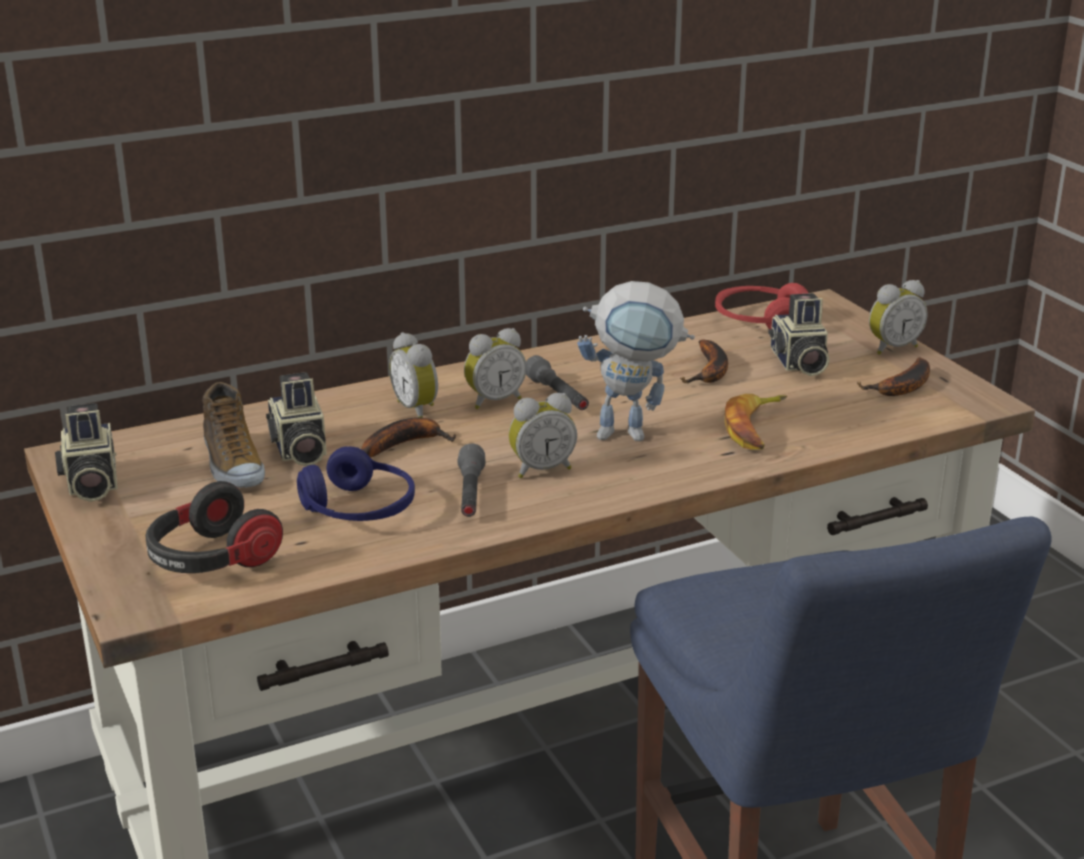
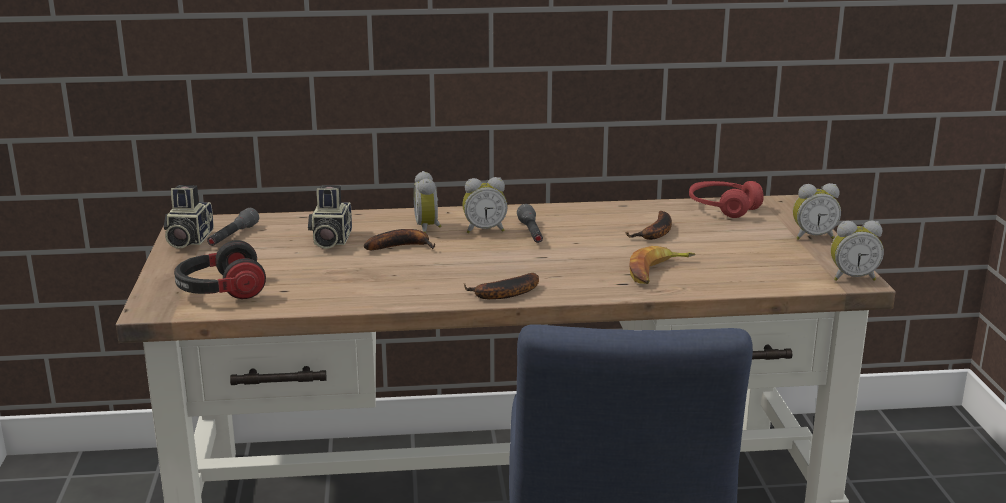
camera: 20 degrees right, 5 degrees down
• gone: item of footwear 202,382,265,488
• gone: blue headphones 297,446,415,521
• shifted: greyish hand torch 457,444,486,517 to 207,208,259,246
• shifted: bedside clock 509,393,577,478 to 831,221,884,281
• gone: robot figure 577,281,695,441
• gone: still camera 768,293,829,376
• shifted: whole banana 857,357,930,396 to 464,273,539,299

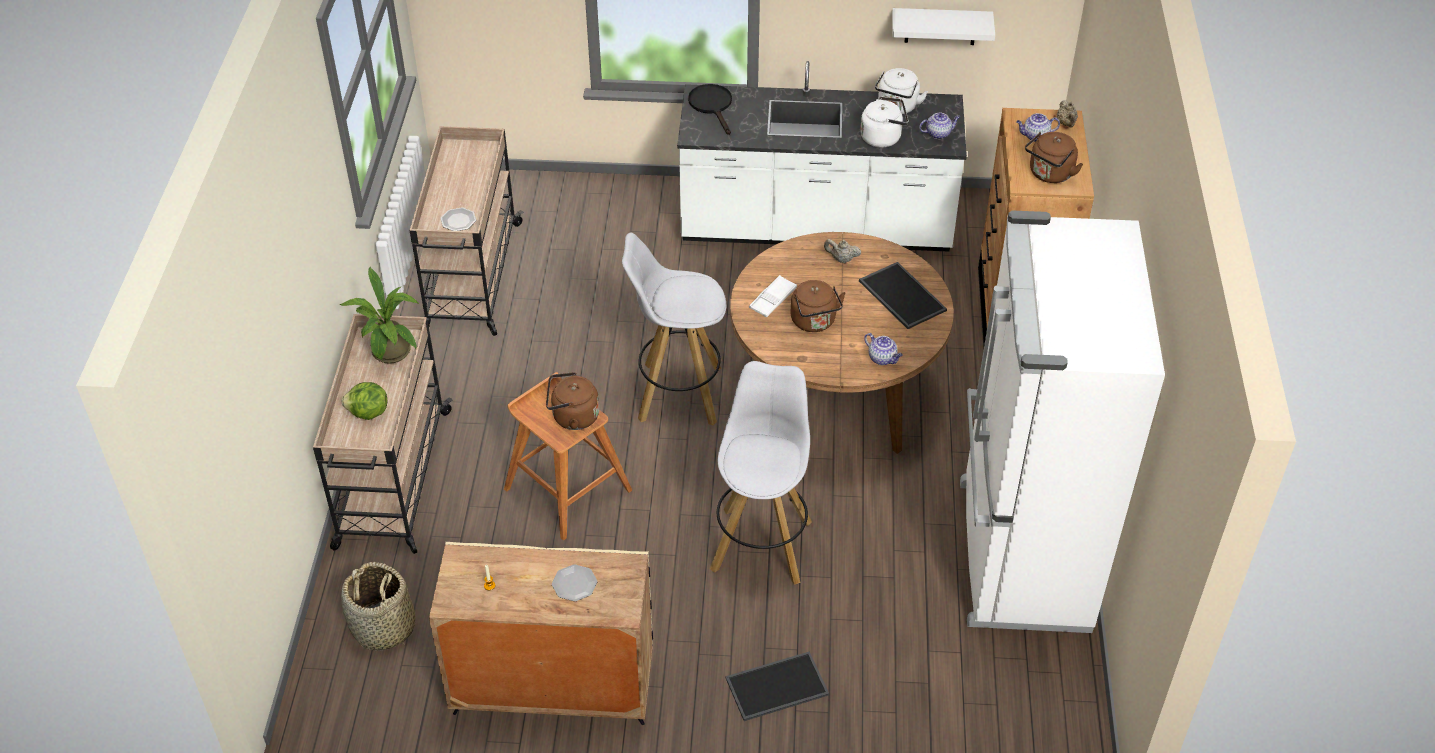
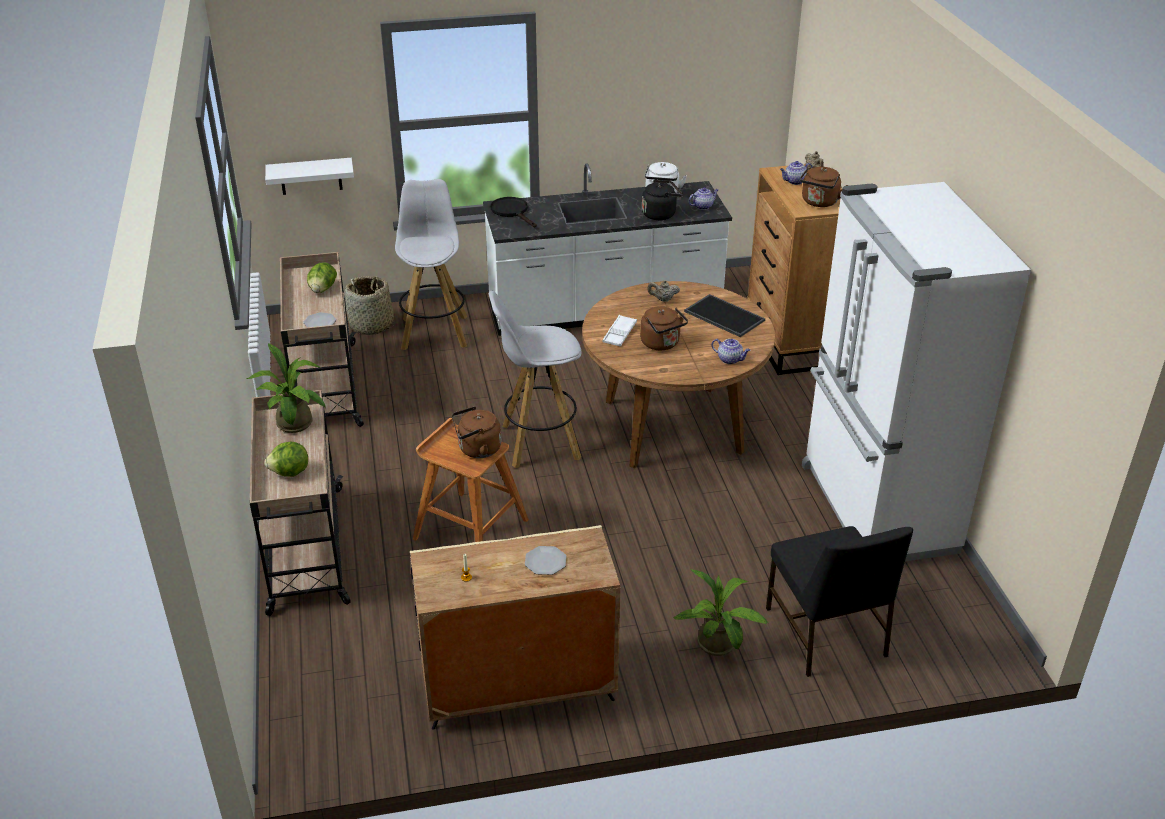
camera: 15 degrees left, 10 degrees down
• shifted: household basket 341,562,416,651 to 345,276,394,335
• shifted: white stool seat 710,361,812,585 to 395,179,467,350
• swapped: serving tray 726,651,829,721 to potted plant 673,568,768,656
• repainted: white water kettle 860,96,908,148 to blackish water kettle 642,180,683,220
• shifted: white shelf 892,8,995,45 to 265,158,354,195
• new: head of lettuce 307,262,337,293
• new: blackish upright chair 766,526,913,677

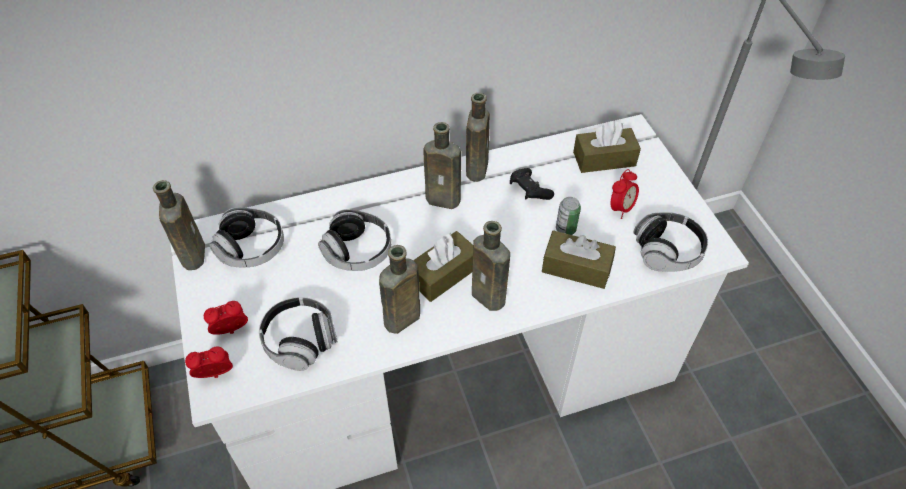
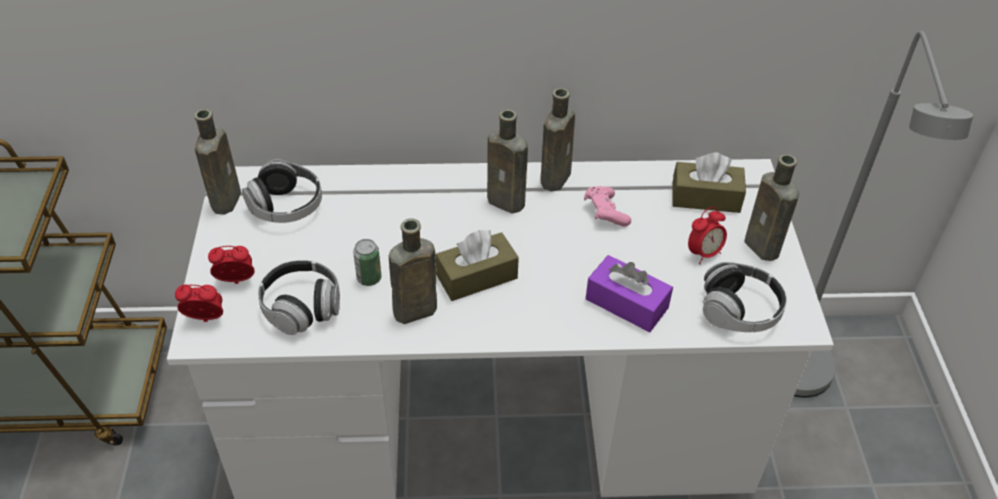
camera: 15 degrees right, 5 degrees down
• gone: headphones 318,209,391,271
• shifted: brown-coloured bottle 472,221,510,311 to 745,154,799,261
• repainted: blackish joypad 510,168,554,200 to pink-coloured joypad 584,186,631,227
• repainted: brown-coloured tissue box 542,230,616,289 to purple-coloured tissue box 586,255,673,332
• shifted: sealed can 556,197,581,235 to 353,239,381,286

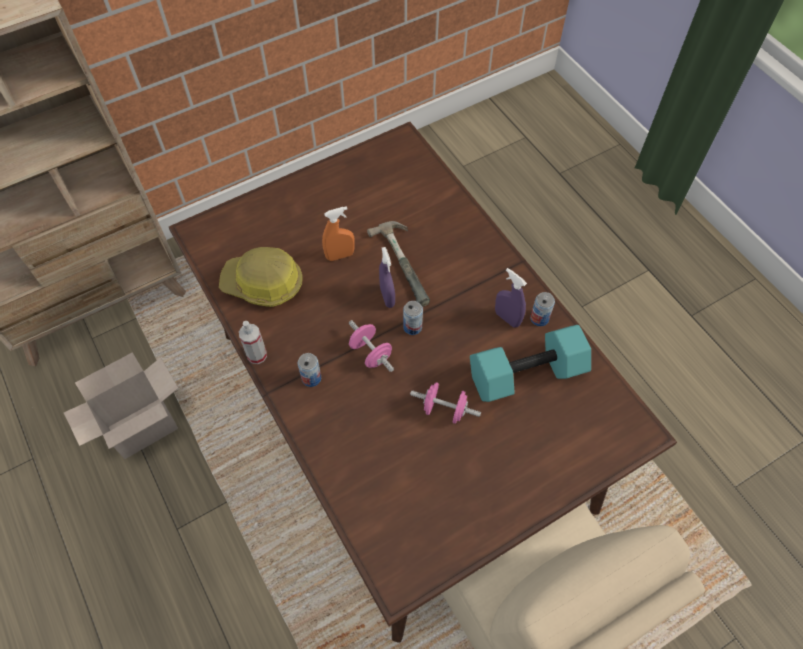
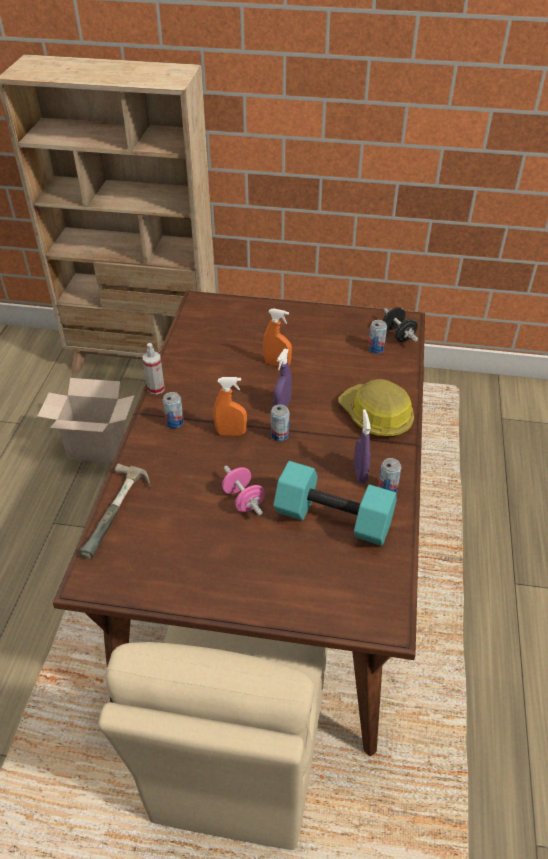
camera: 40 degrees right, 15 degrees down
• shifted: hard hat 219,247,303,307 to 338,379,414,437
• swapped: pink-coloured free weight 349,320,394,372 to orange hand sprayer 214,377,247,436
• shifted: tool hammer 367,221,430,307 to 80,463,150,559
• new: sealed can 368,320,387,354
• new: blackish free weight 383,307,418,342

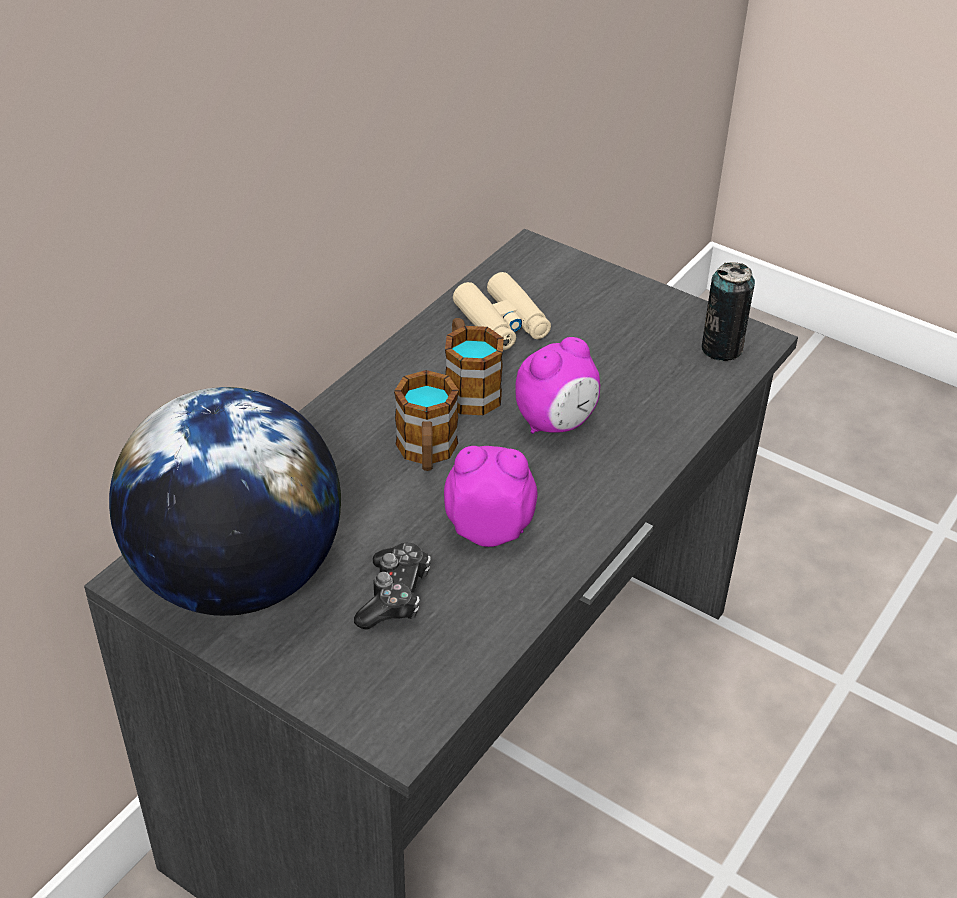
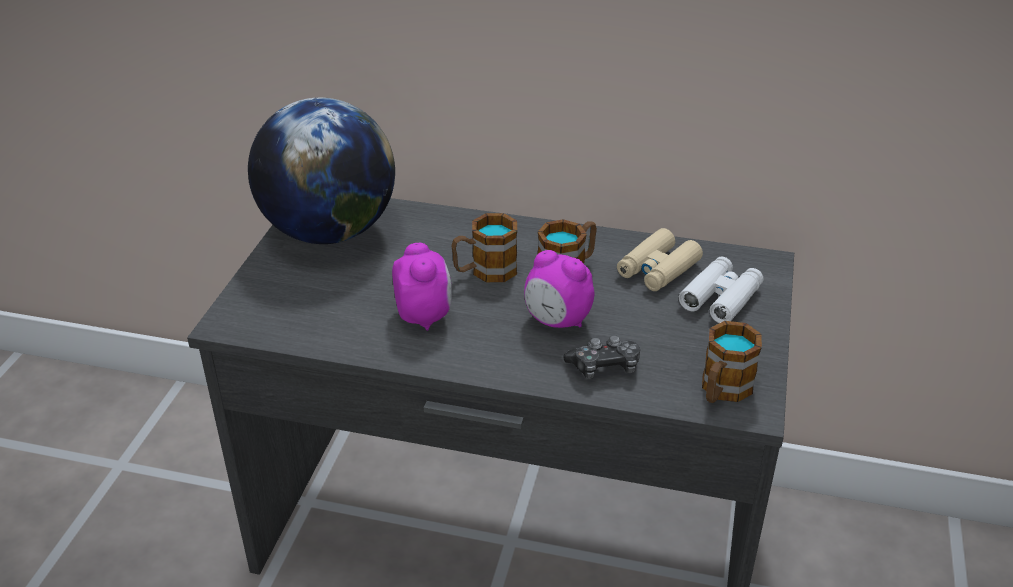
camera: 70 degrees right, 5 degrees down
• shifted: joypad 354,543,431,630 to 563,335,640,379
• swapped: sealed can 702,262,755,361 to mug 702,321,762,403
• new: white binoculars 679,257,763,323

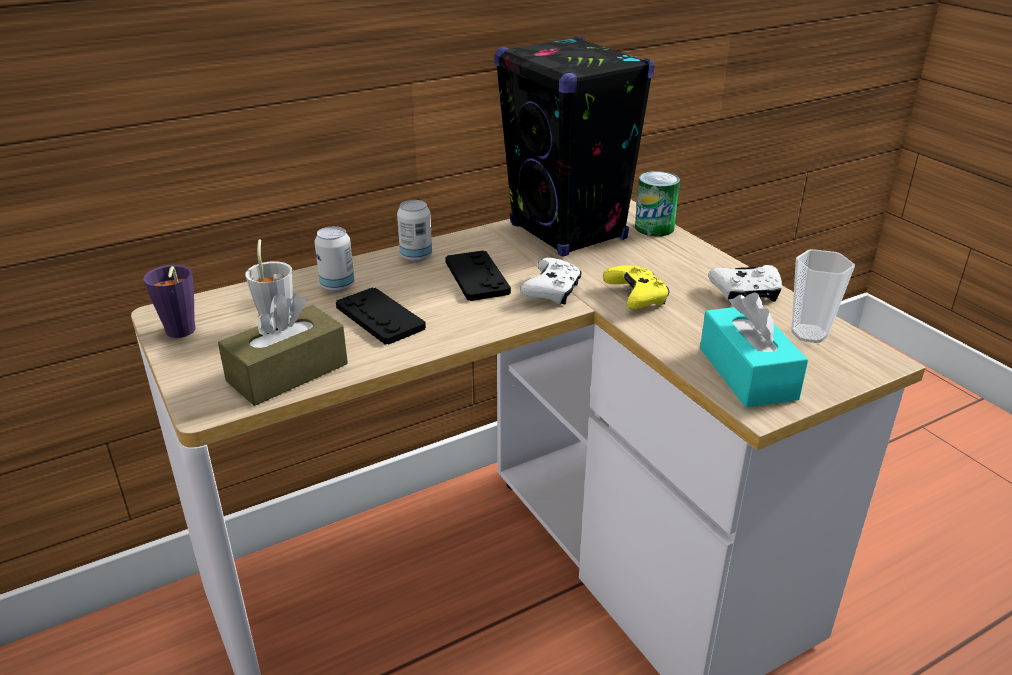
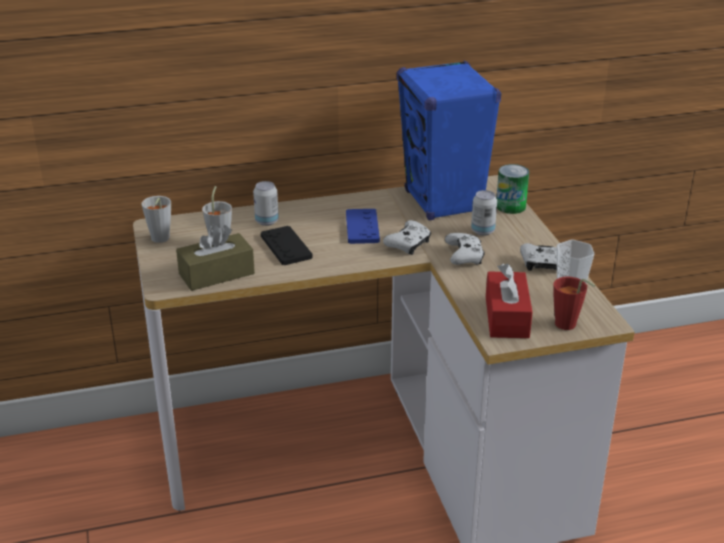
camera: 15 degrees right, 0 degrees up
• repainted: purple-coloured small cup 143,265,195,338 to greyish small cup 141,196,171,243
• shifted: sealed can 397,200,432,262 to 471,190,497,236
• repainted: blackish joypad 445,250,511,301 to blue joypad 346,209,380,244
• repainted: blackish speaker 494,36,654,257 to blue speaker 397,61,501,220
• repainted: yellow-coloured joypad 603,265,670,309 to white joypad 445,233,485,265
• repainted: turquoise tissue box 700,292,808,407 to red-coloured tissue box 486,263,533,338
• new: red-coloured small cup 553,277,595,330

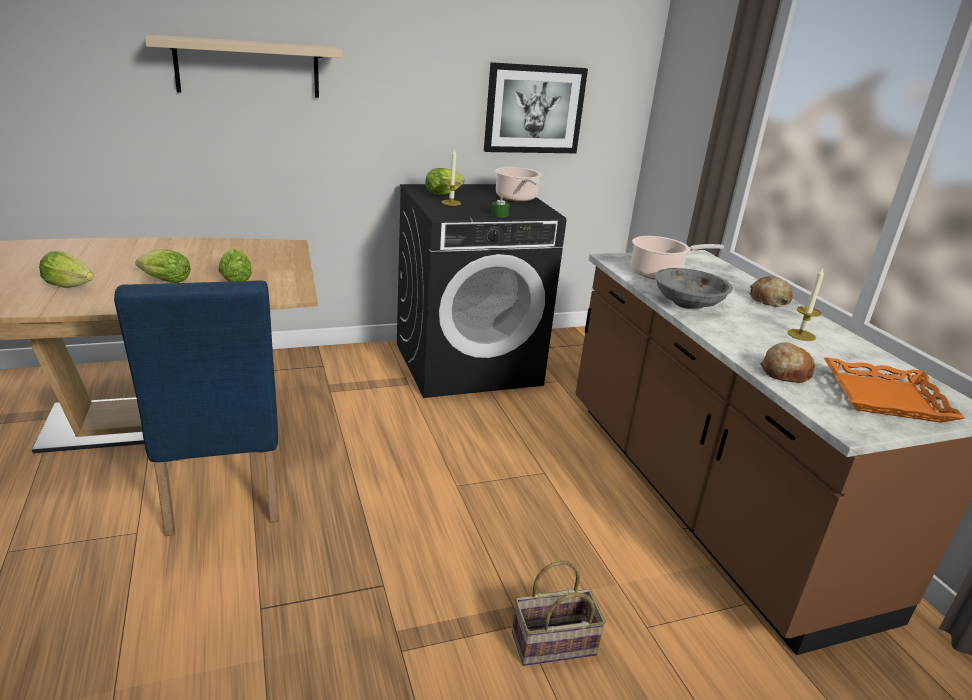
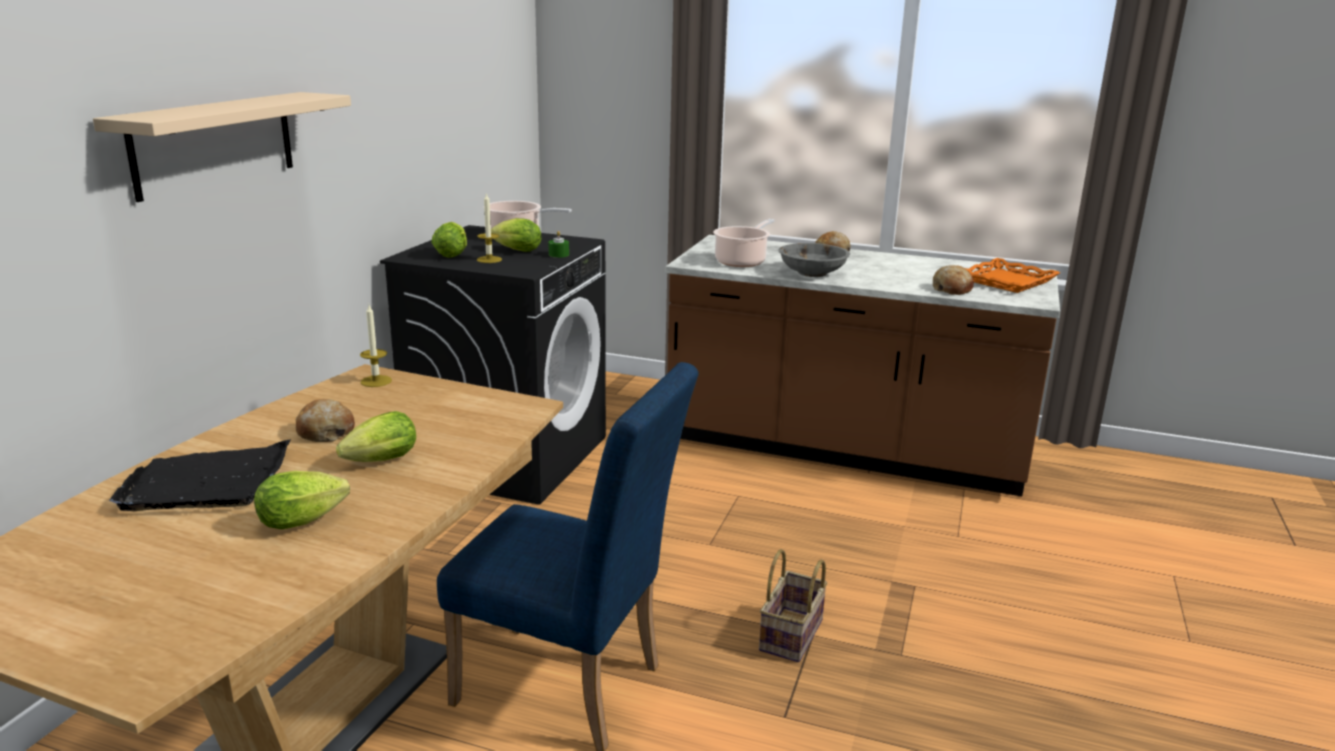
camera: 50 degrees left, 5 degrees down
• shifted: head of lettuce 218,248,252,282 to 491,218,542,252
• gone: picture 484,62,588,153
• shifted: household basket 512,560,606,666 to 759,549,828,662
• shifted: wax light 787,268,824,341 to 360,305,392,387
• new: blackish serving tray 109,439,291,511
• new: bread 296,399,355,442

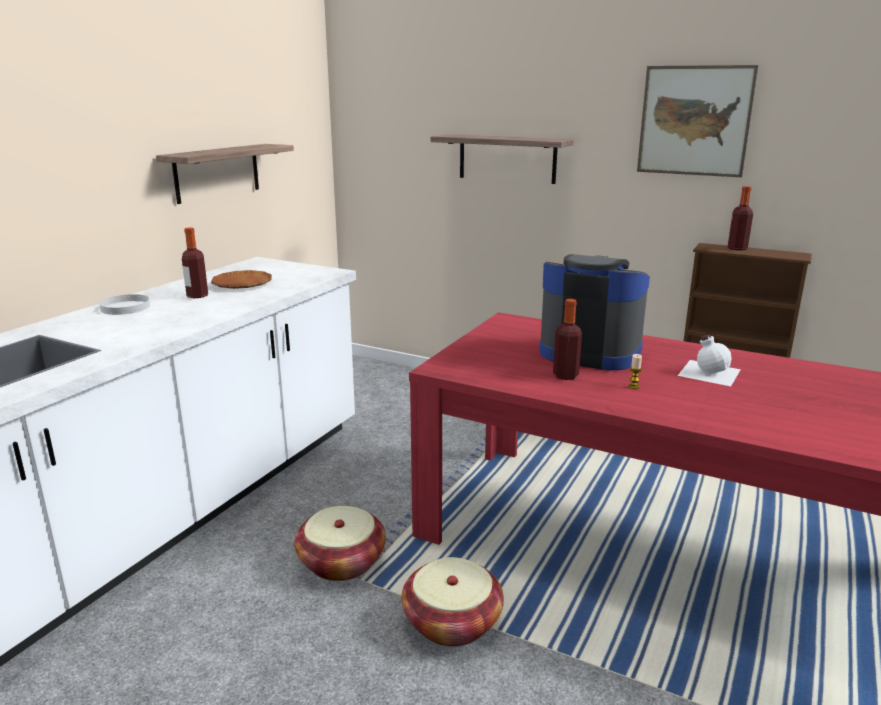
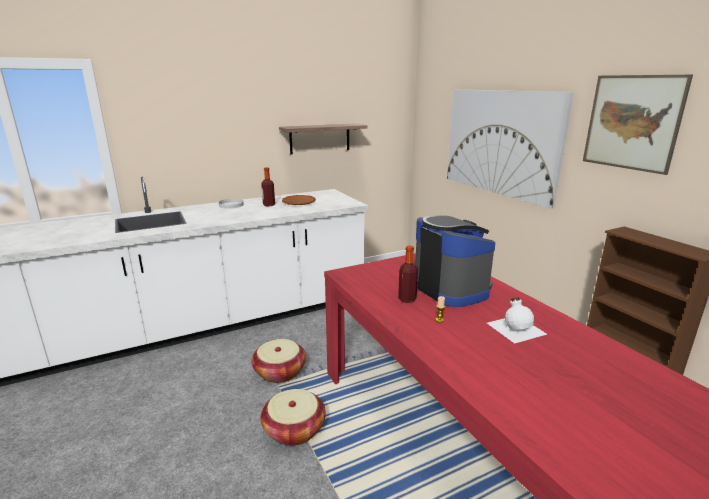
camera: 35 degrees right, 0 degrees up
• swapped: shelf 431,134,574,184 to picture 447,90,574,209
• gone: bottle 728,186,753,250

